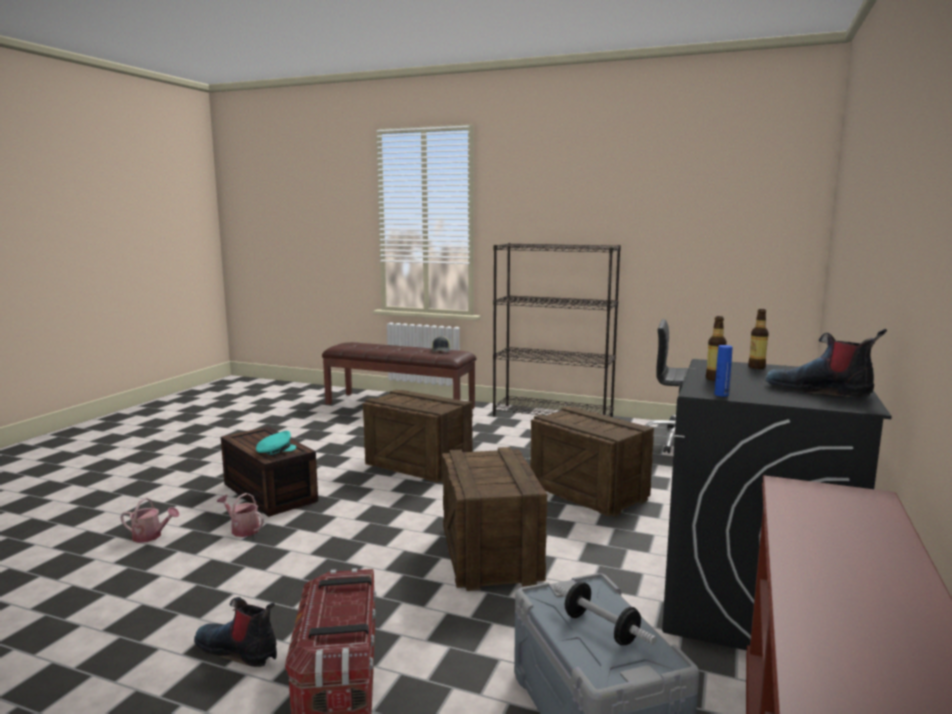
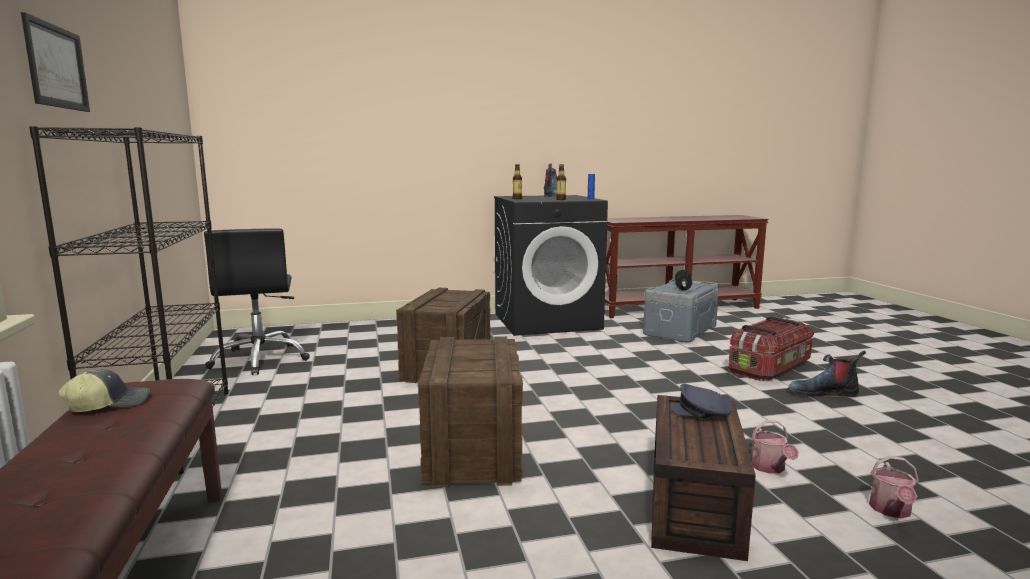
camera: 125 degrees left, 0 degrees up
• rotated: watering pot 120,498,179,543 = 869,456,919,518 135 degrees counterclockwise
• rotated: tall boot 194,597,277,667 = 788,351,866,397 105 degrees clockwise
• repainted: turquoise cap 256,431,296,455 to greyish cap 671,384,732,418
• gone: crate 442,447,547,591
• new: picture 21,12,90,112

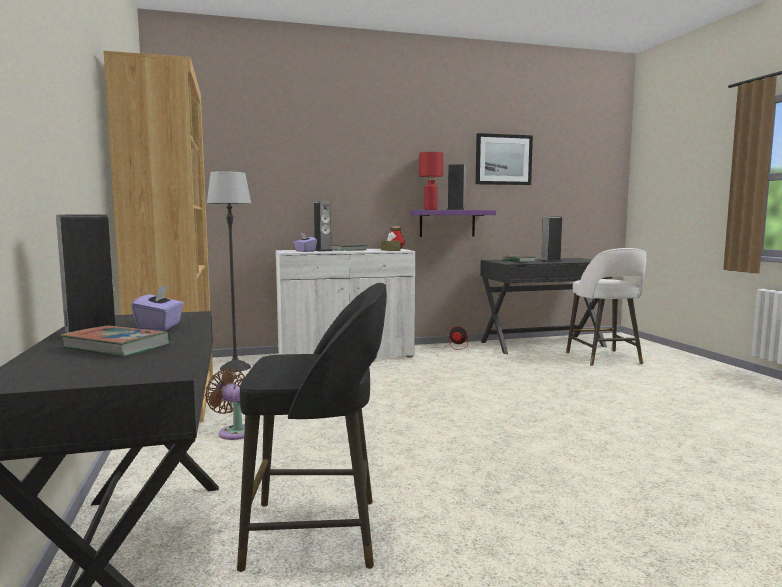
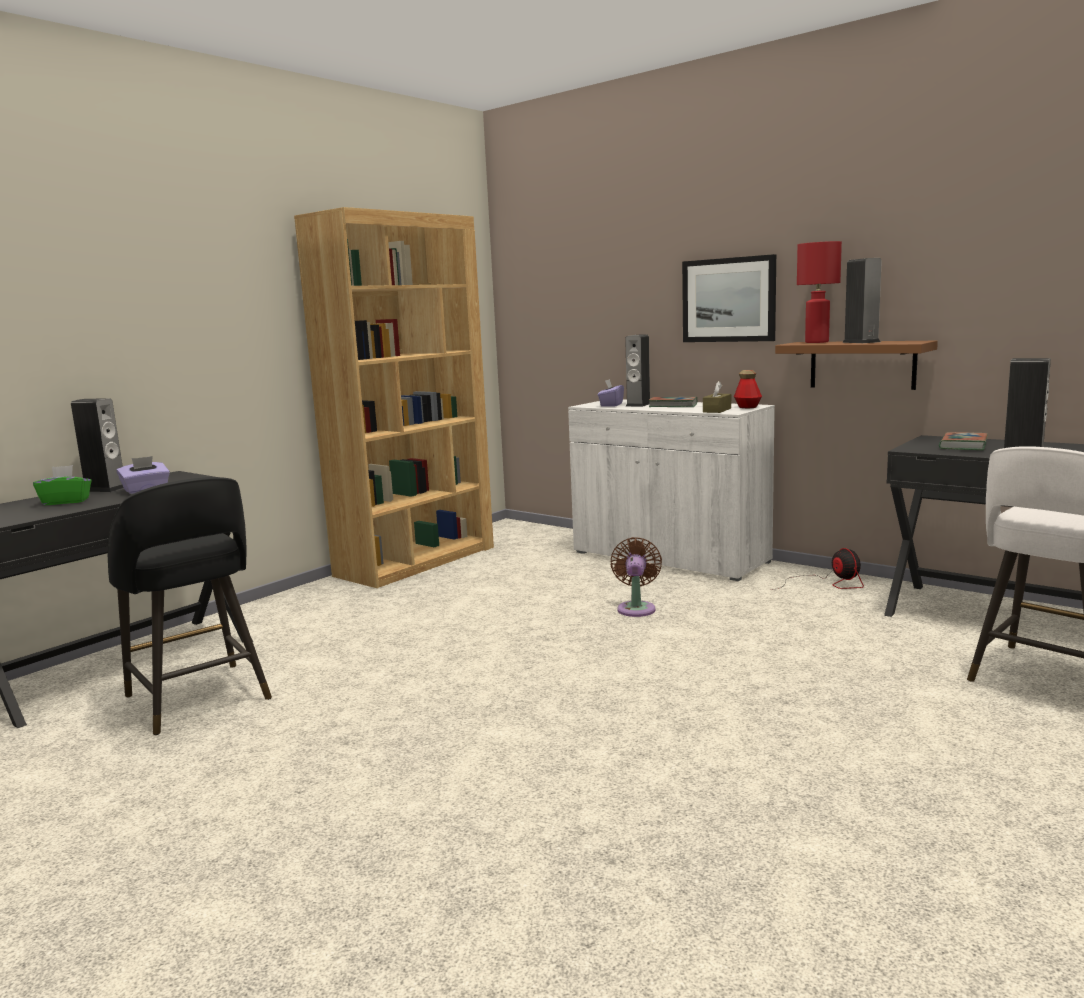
camera: 55 degrees right, 5 degrees up
• swapped: book 60,325,171,357 to green-coloured tissue box 33,465,92,505
• shifted: brown-coloured electric fan 205,368,245,440 to 611,537,662,617
• gone: standard lamp 207,171,251,372
• repainted: purple-coloured shelf 410,210,496,237 to brown-coloured shelf 775,341,938,390
• shifted: picture 476,133,533,185 to 682,254,776,342

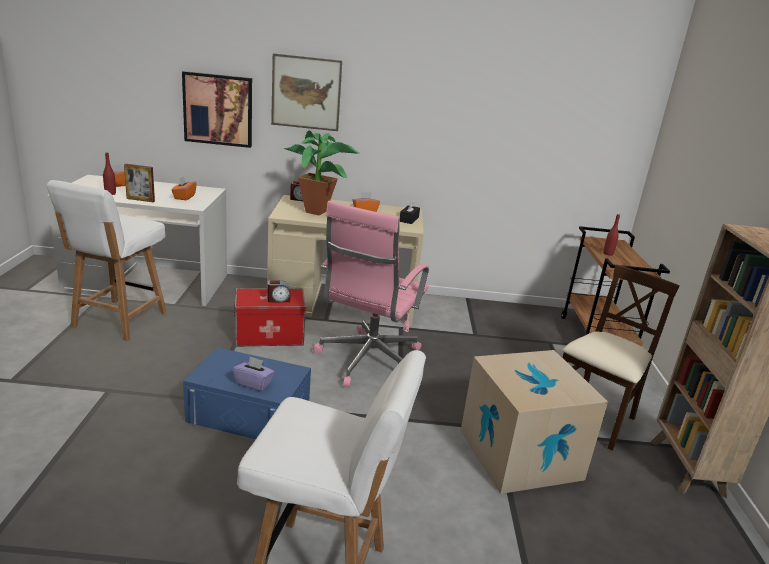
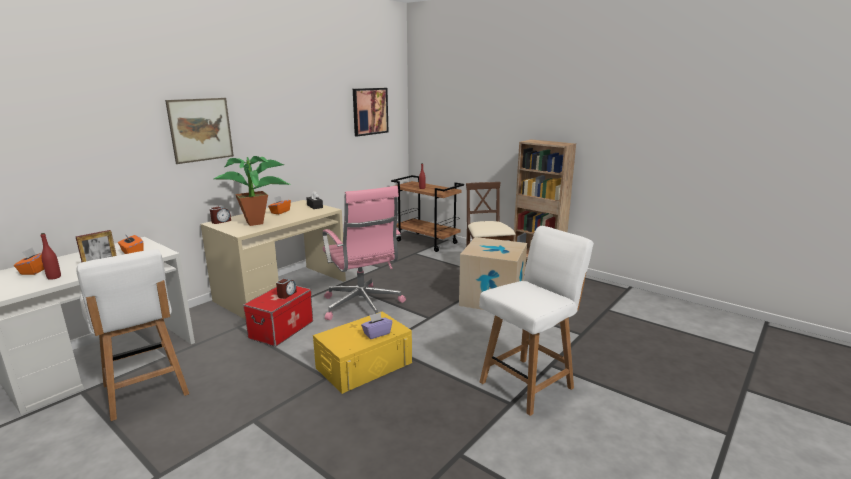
camera: 50 degrees left, 5 degrees down
• shifted: picture 182,71,252,148 to 353,88,388,136
• repainted: blue storage box 183,347,311,439 to yellow-coloured storage box 313,312,412,394

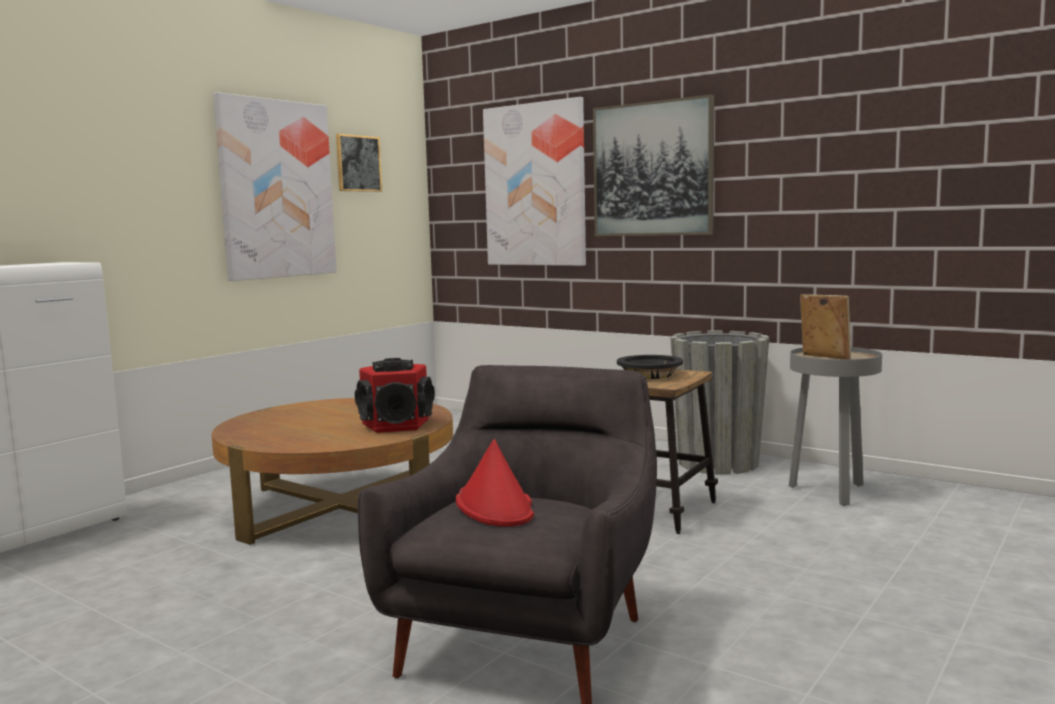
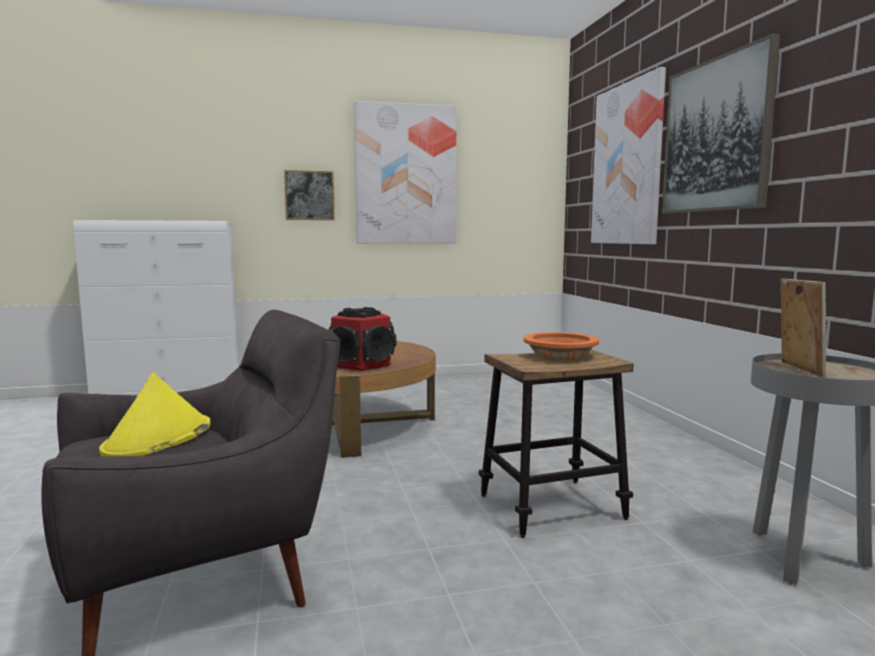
camera: 40 degrees right, 0 degrees up
• shifted: picture 336,134,382,192 to 284,170,335,220
• repainted: red-coloured hat 456,439,534,527 to yellow-coloured hat 99,373,211,456
• repainted: blackish deep dish 617,355,683,379 to orange deep dish 524,332,599,360
• gone: greyish planter 670,331,769,474

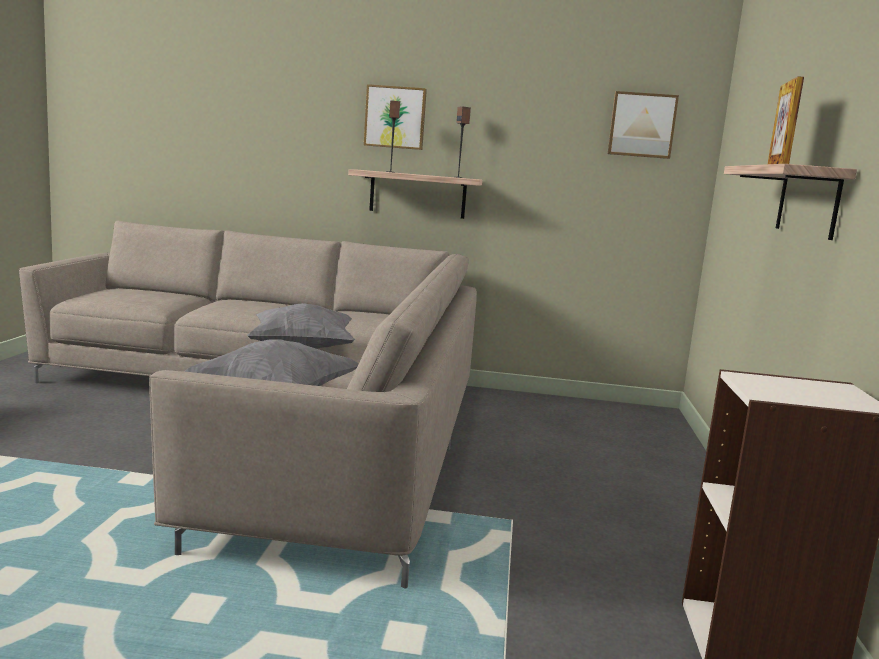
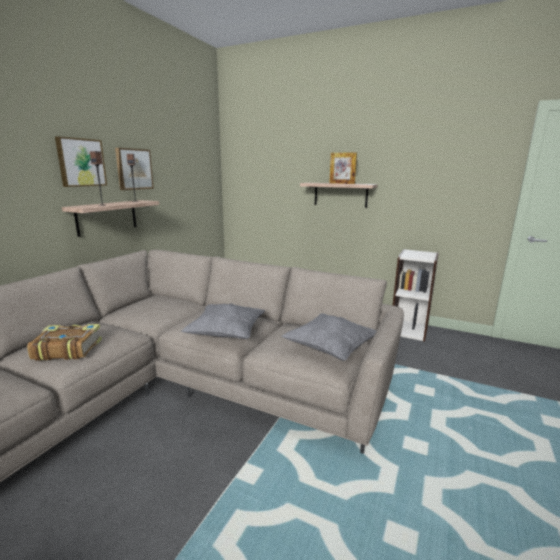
camera: 70 degrees left, 5 degrees up
• shifted: picture 608,91,679,159 to 115,148,154,190
• new: book 27,324,102,361

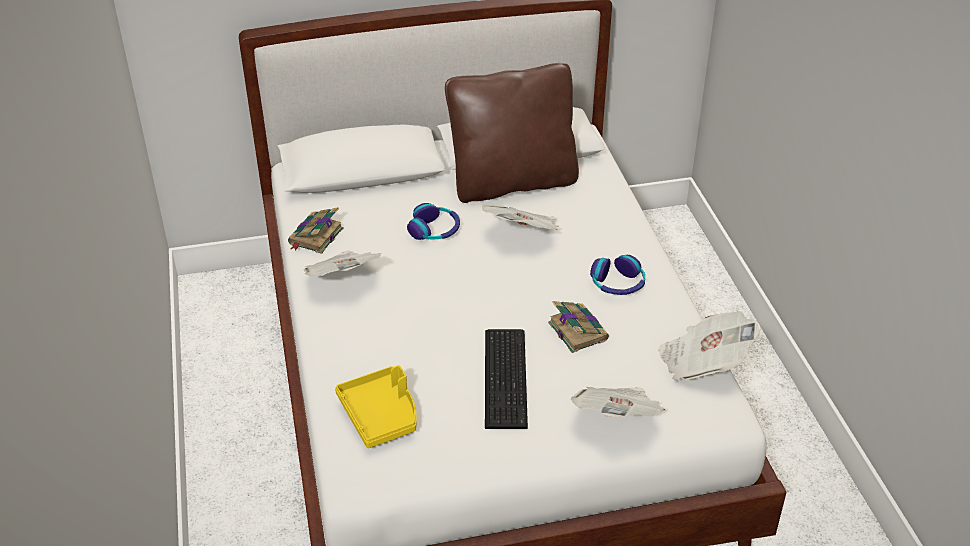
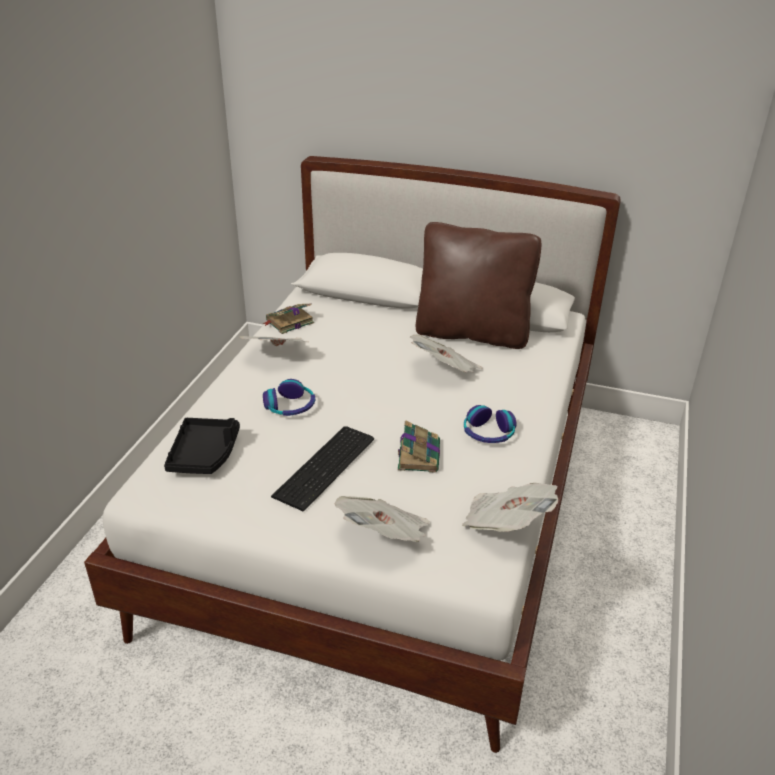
camera: 30 degrees right, 5 degrees down
• repainted: yellow-coloured serving tray 335,365,417,448 to blackish serving tray 164,418,240,474
• shifted: headphones 407,203,460,240 to 263,379,315,416

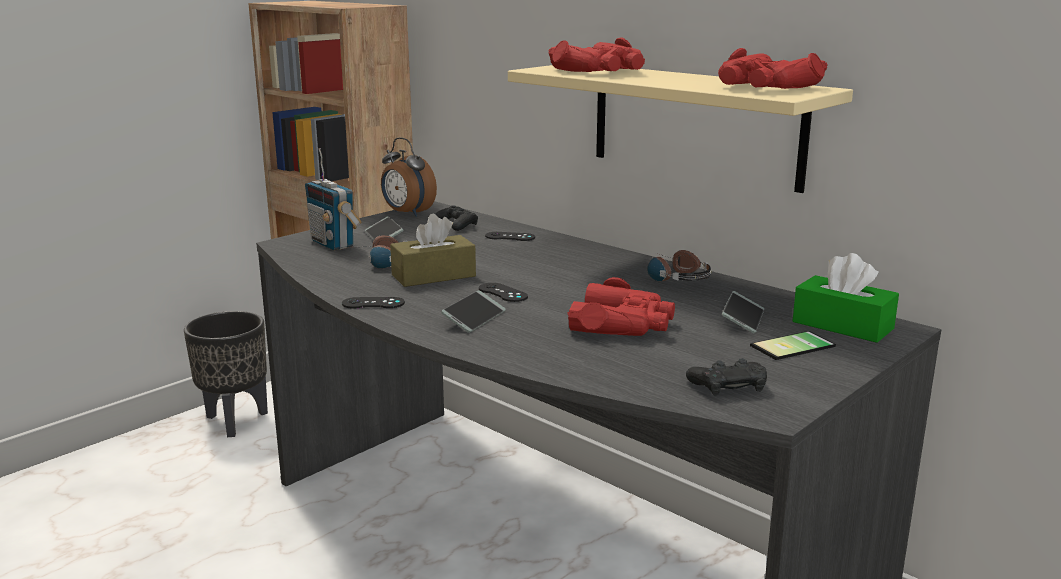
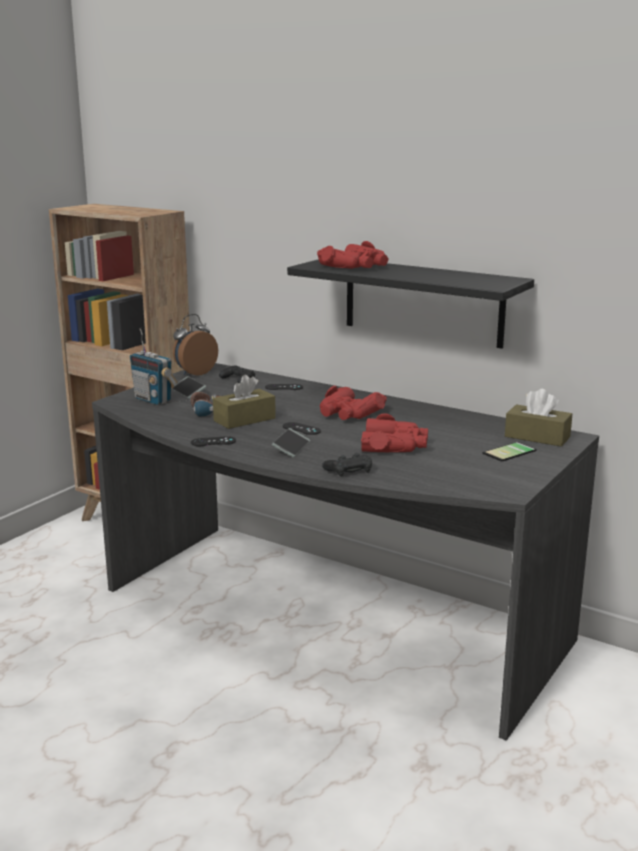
camera: 10 degrees left, 0 degrees up
• gone: blackish planter 184,311,268,437
• rotated: bedside clock 381,137,437,217 = 173,314,218,376 105 degrees clockwise
• repainted: sand-coloured shelf 508,65,853,193 to blackish shelf 287,259,534,349
• gone: headphones 647,250,712,281
• shifted: blackish joypad 686,358,767,396 to 322,453,372,477
• shifted: red-coloured binoculars 718,48,828,89 to 320,386,387,420
• gone: telephone 722,291,764,333
• repainted: green-coloured tissue box 793,253,899,343 to brown-coloured tissue box 505,389,572,447

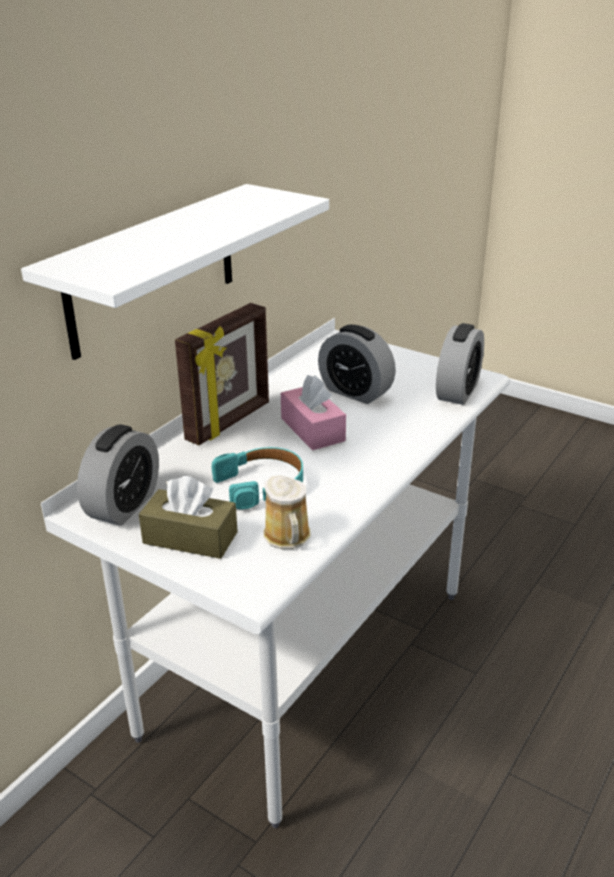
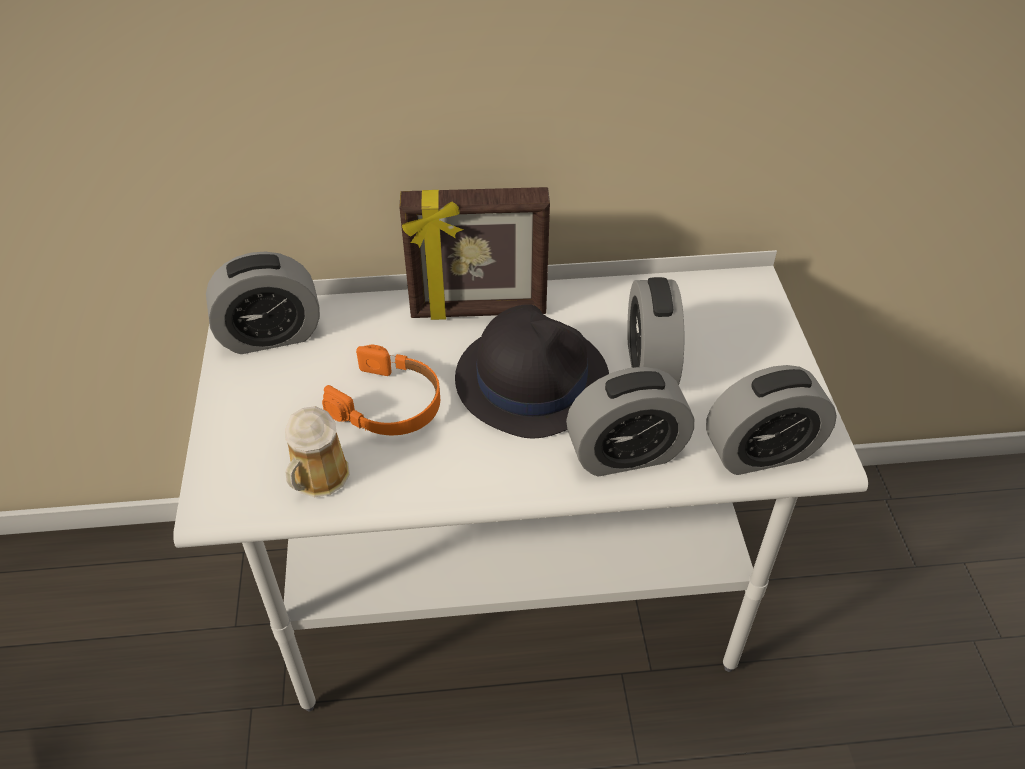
camera: 50 degrees right, 15 degrees up
• gone: white shelf 21,184,329,360
• gone: brown-coloured tissue box 139,476,238,559
• repainted: turquoise headphones 212,447,303,509 to orange headphones 322,344,440,435
• swapped: pink-coloured tissue box 281,375,346,450 to blackish hat 455,304,609,439
• new: bedside clock 566,367,694,476

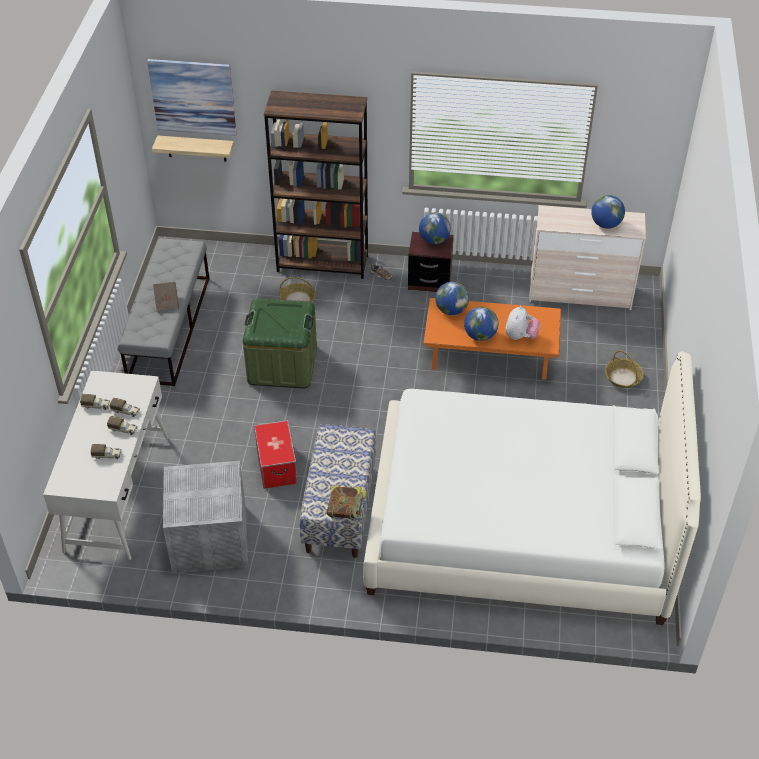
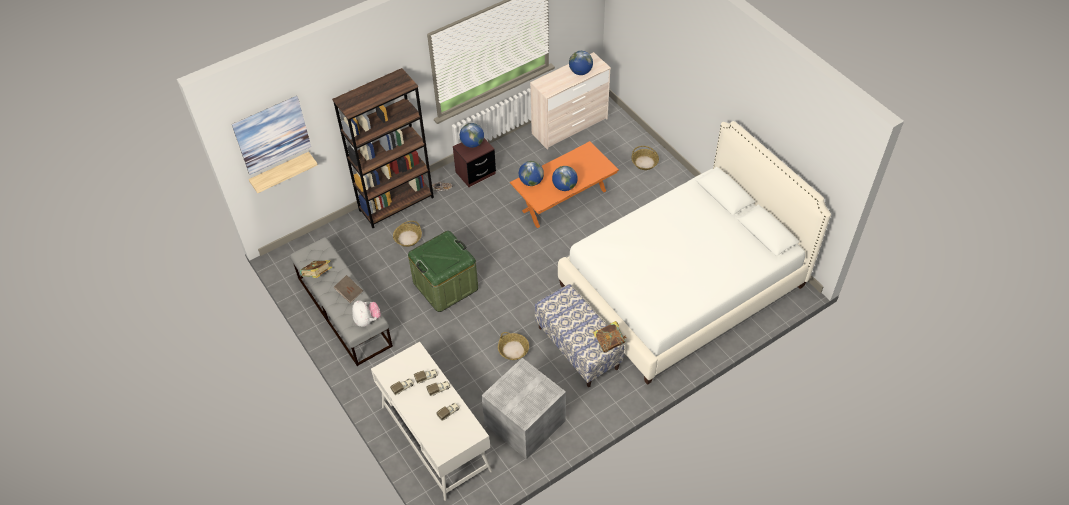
camera: 40 degrees left, 5 degrees up
• swapped: storage box 254,420,297,489 to household basket 498,332,529,360
• shifted: cuddly toy 505,306,540,340 to 352,300,381,327
• new: book 300,260,332,278

